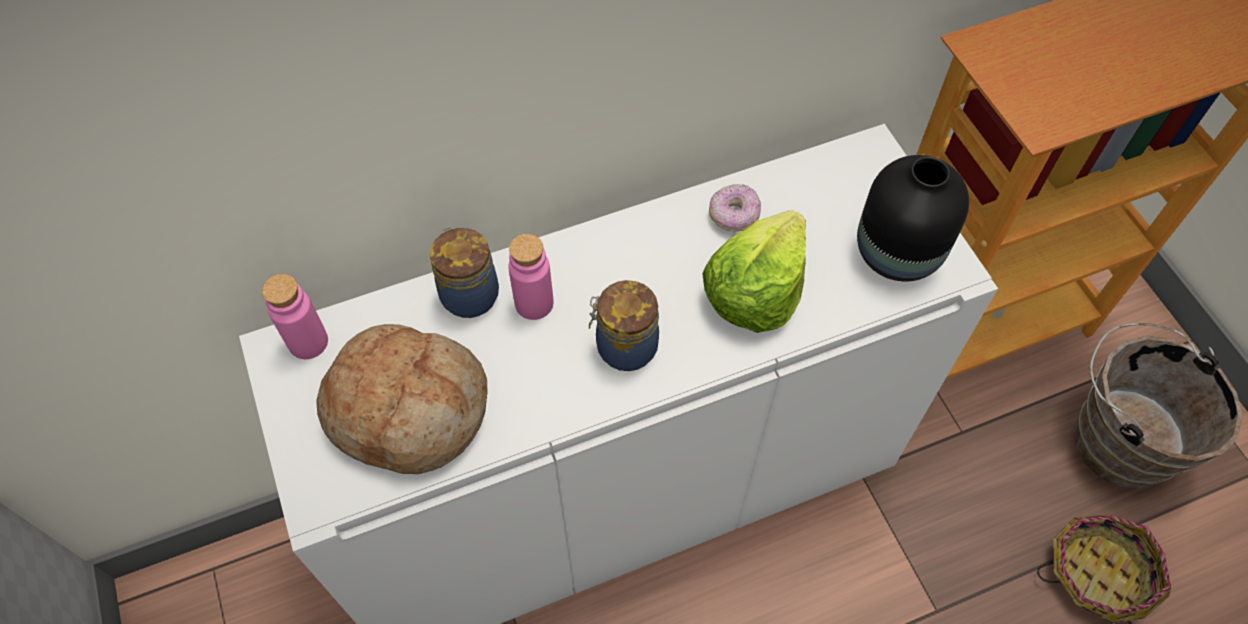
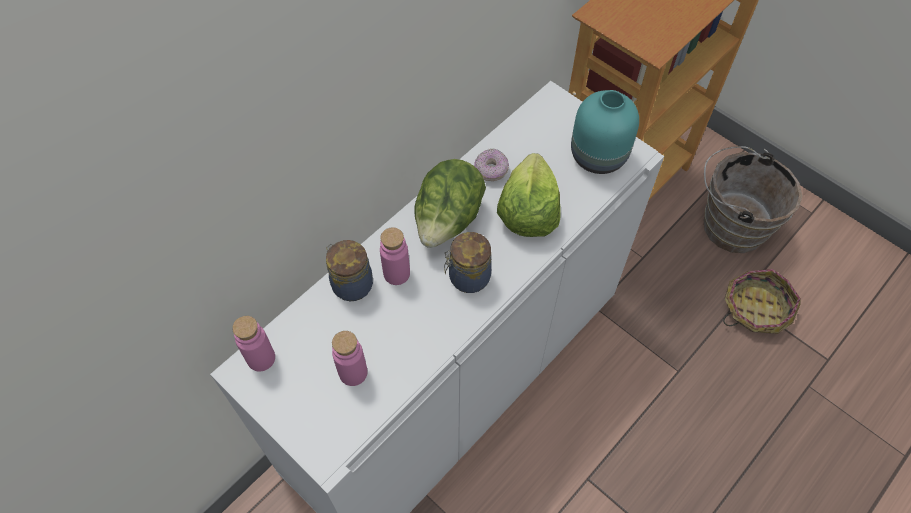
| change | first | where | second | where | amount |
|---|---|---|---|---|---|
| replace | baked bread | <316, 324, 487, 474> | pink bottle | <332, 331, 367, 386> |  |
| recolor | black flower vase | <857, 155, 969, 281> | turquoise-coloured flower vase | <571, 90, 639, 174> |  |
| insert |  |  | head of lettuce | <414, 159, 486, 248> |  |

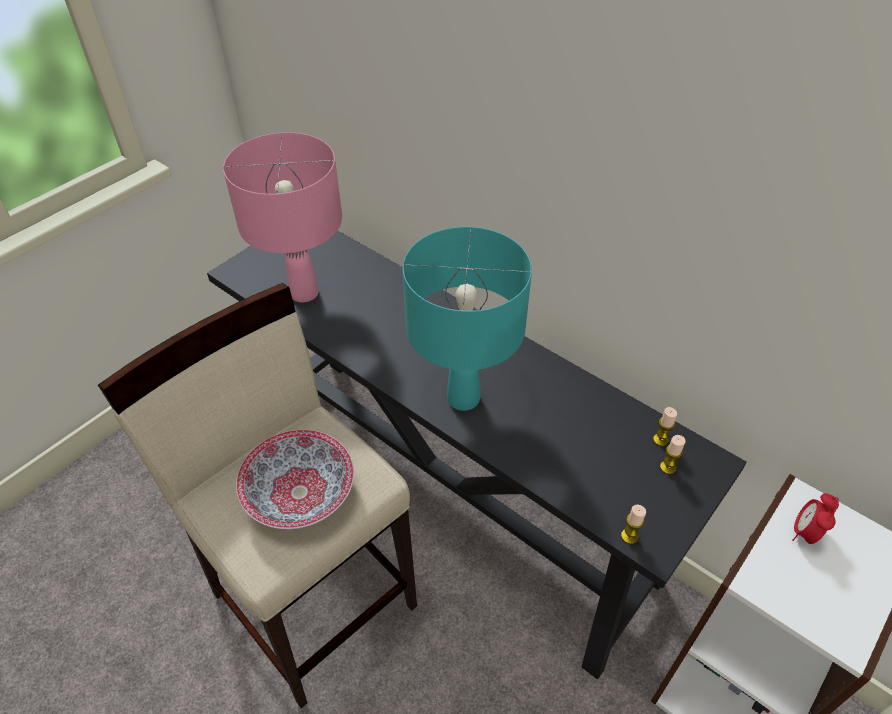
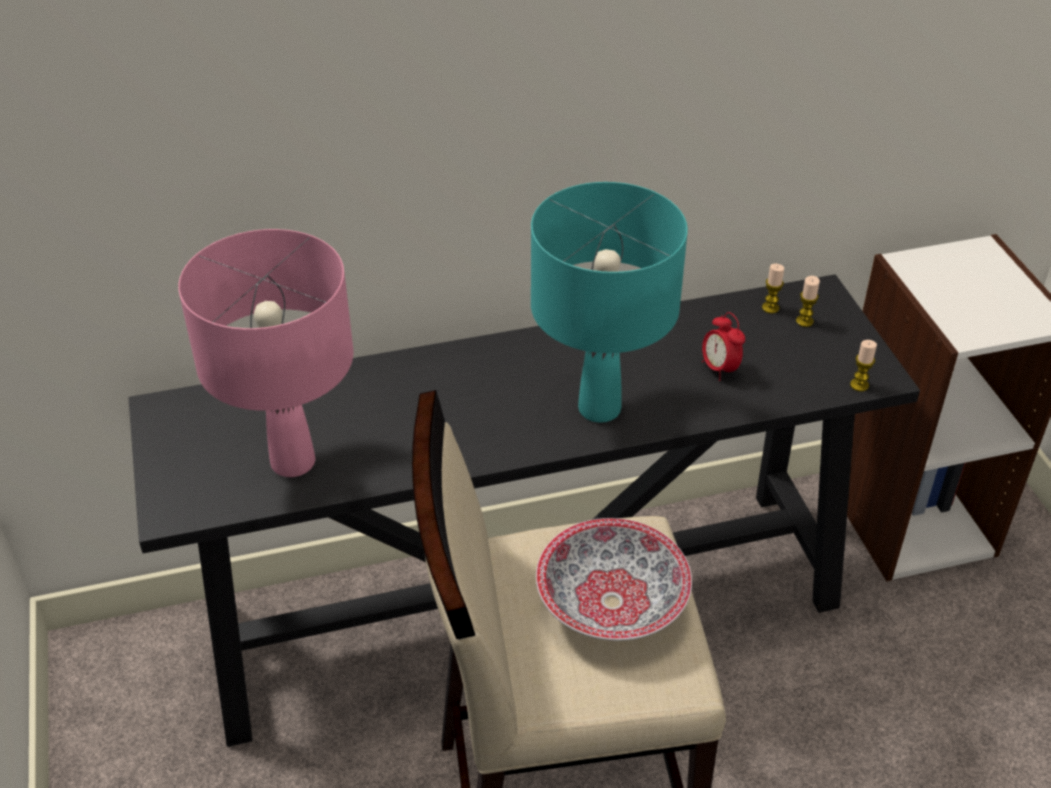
| change | first | where | second | where | amount |
|---|---|---|---|---|---|
| move | bedside clock | <792, 493, 839, 544> |  | <702, 312, 745, 381> |  |

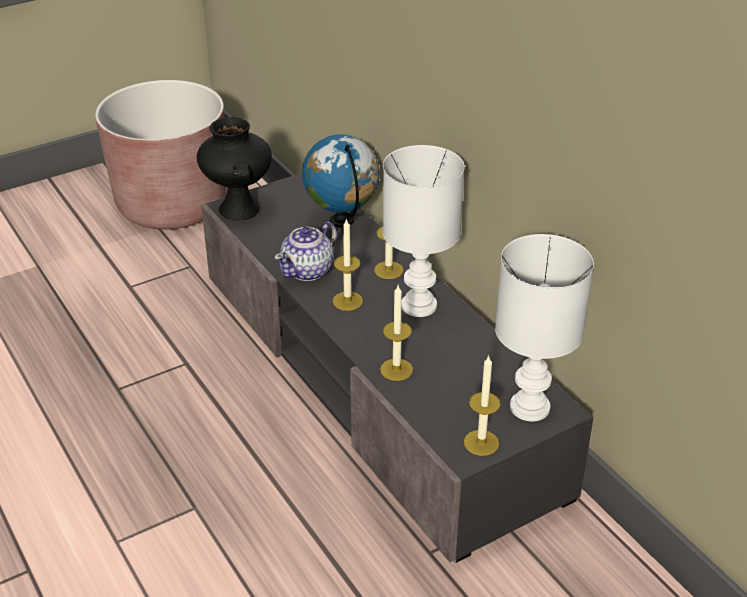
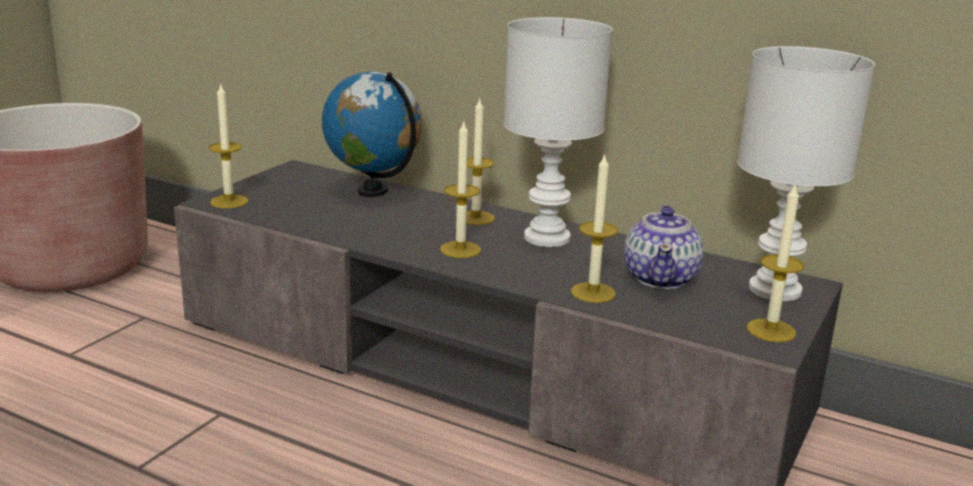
| change | first | where | second | where | amount |
|---|---|---|---|---|---|
| replace | black flower vase | <197, 117, 272, 221> | wax light | <209, 82, 248, 208> |  |
| move | tea pot | <274, 222, 337, 281> |  | <624, 205, 704, 289> |  |

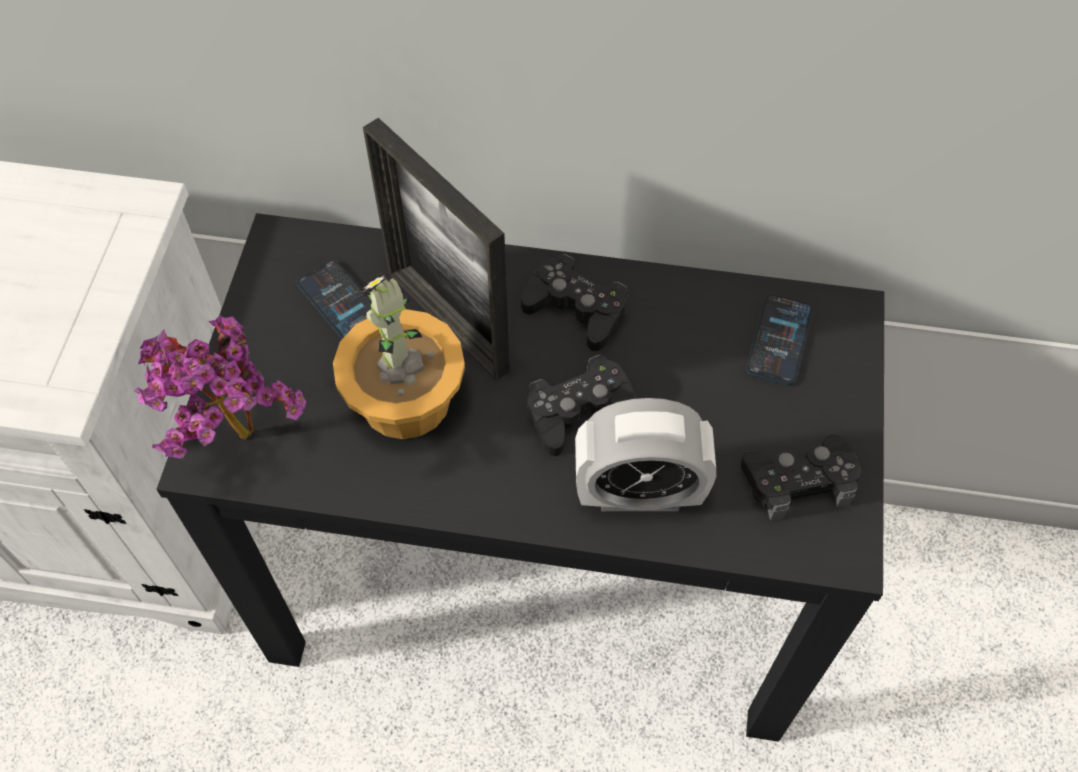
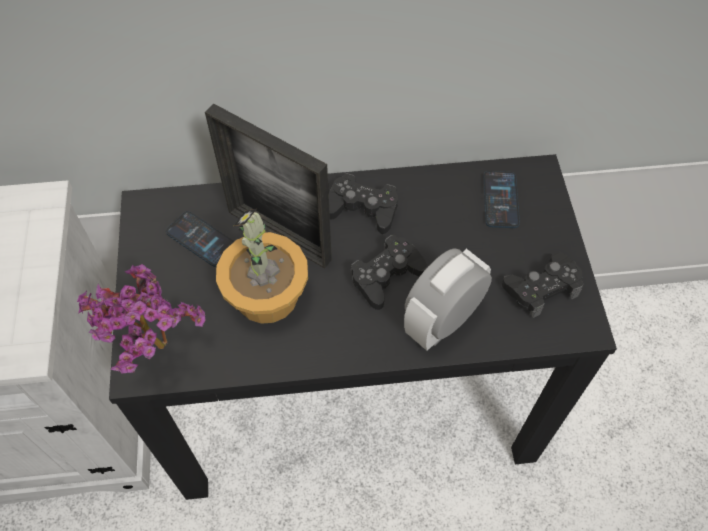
| change | first | where | second | where | amount |
|---|---|---|---|---|---|
| rotate | bedside clock | <575, 398, 716, 511> |  | <404, 249, 492, 351> | 150 degrees clockwise |

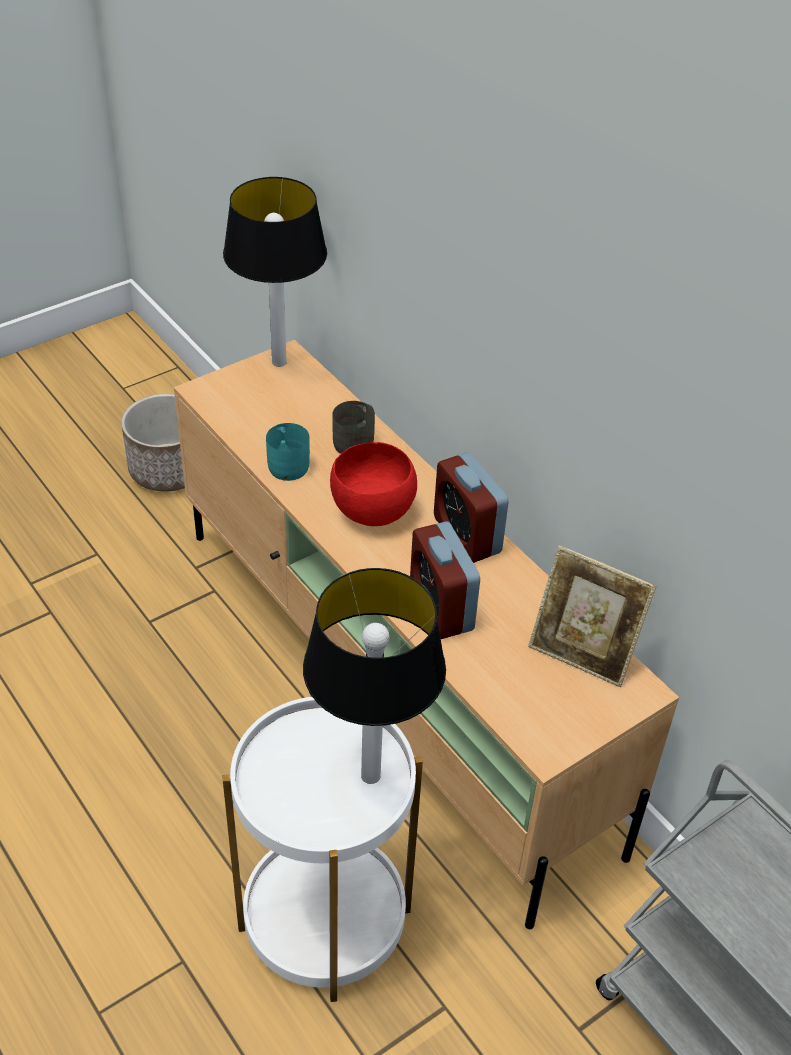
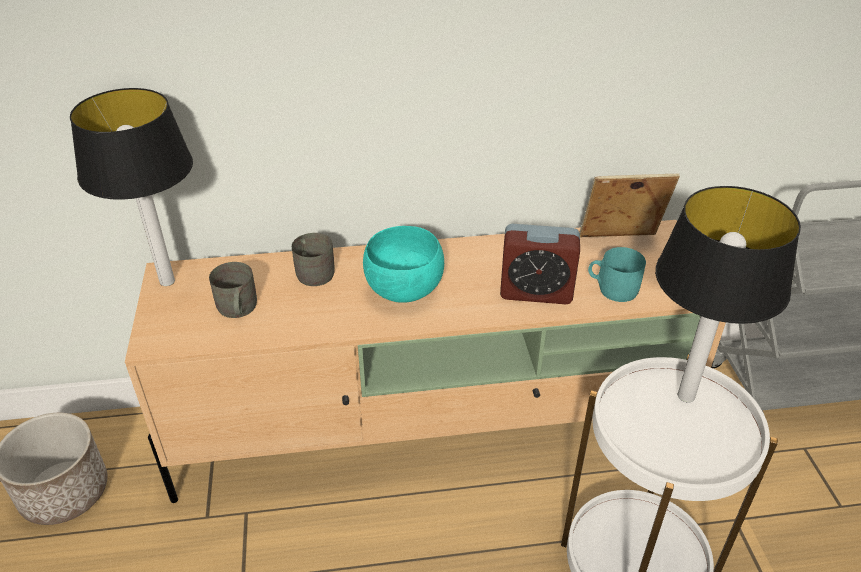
| change | first | where | second | where | amount |
|---|---|---|---|---|---|
| move | turquoise-coloured mug | <266, 423, 310, 481> |  | <588, 247, 646, 302> |  |
| recolor | red-coloured deep dish | <330, 442, 417, 526> | turquoise-coloured deep dish | <363, 226, 444, 303> |  |
| delete | bedside clock | <434, 452, 509, 563> |  |  |  |
| rotate | photo frame | <528, 545, 656, 687> |  | <579, 173, 680, 237> | 150 degrees counterclockwise |
| insert |  |  | greyish mug | <209, 262, 257, 318> |  |

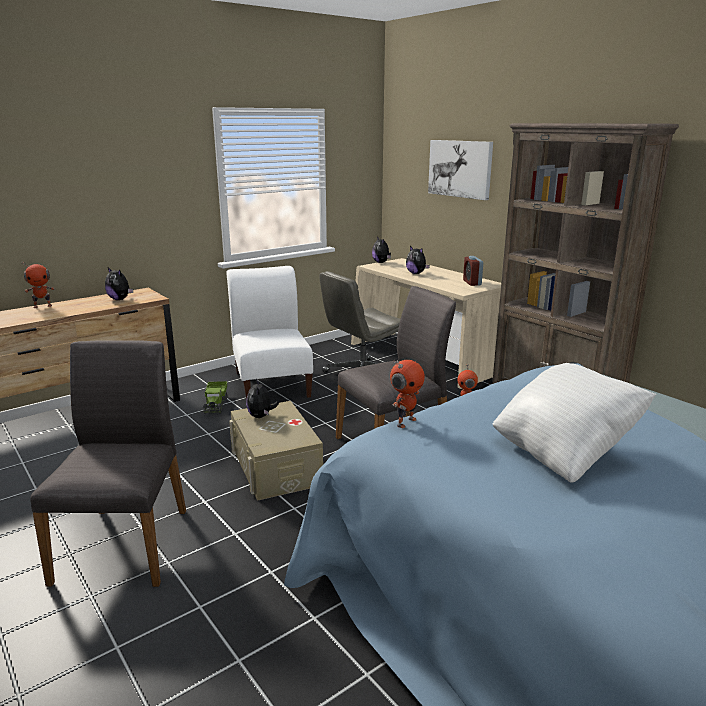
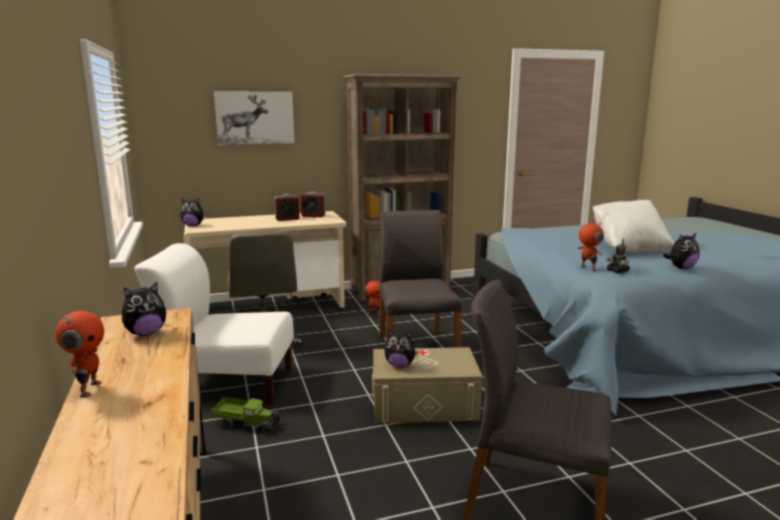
| change | first | where | second | where | amount |
|---|---|---|---|---|---|
| move | plush toy | <406, 246, 430, 274> |  | <663, 232, 699, 269> |  |
| insert |  |  | bedside clock | <274, 194, 300, 221> |  |
| insert |  |  | toy robot | <607, 239, 630, 274> |  |

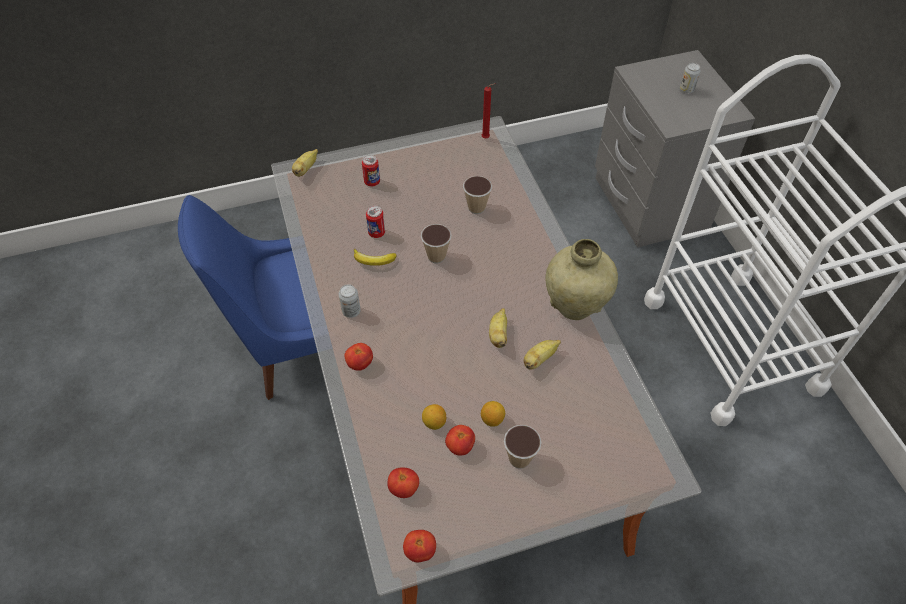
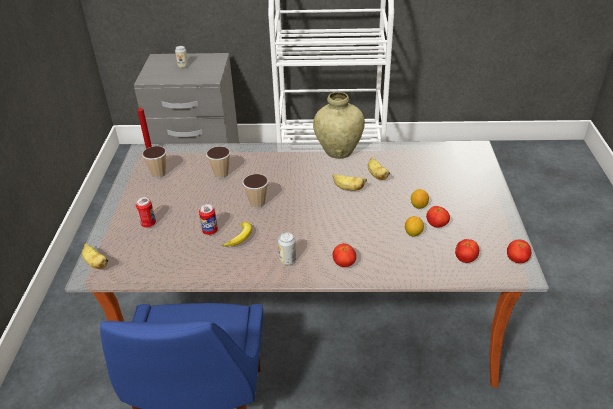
| change | first | where | second | where | amount |
|---|---|---|---|---|---|
| move | cup | <504, 425, 542, 469> |  | <142, 146, 166, 178> |  |

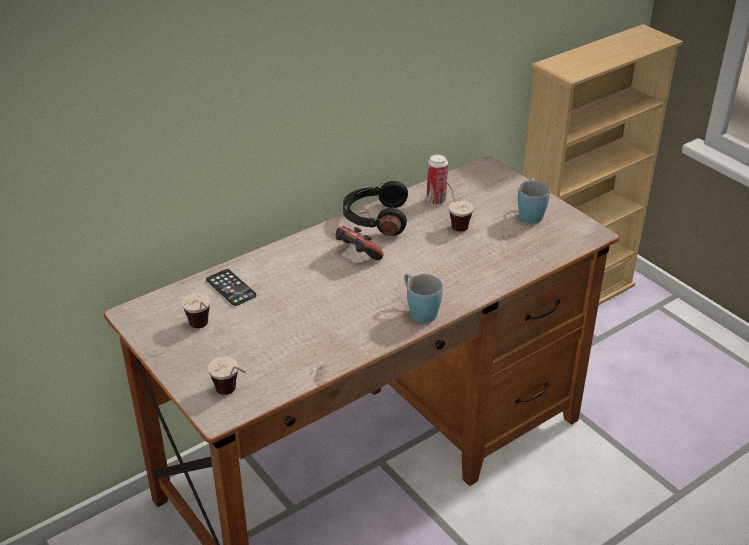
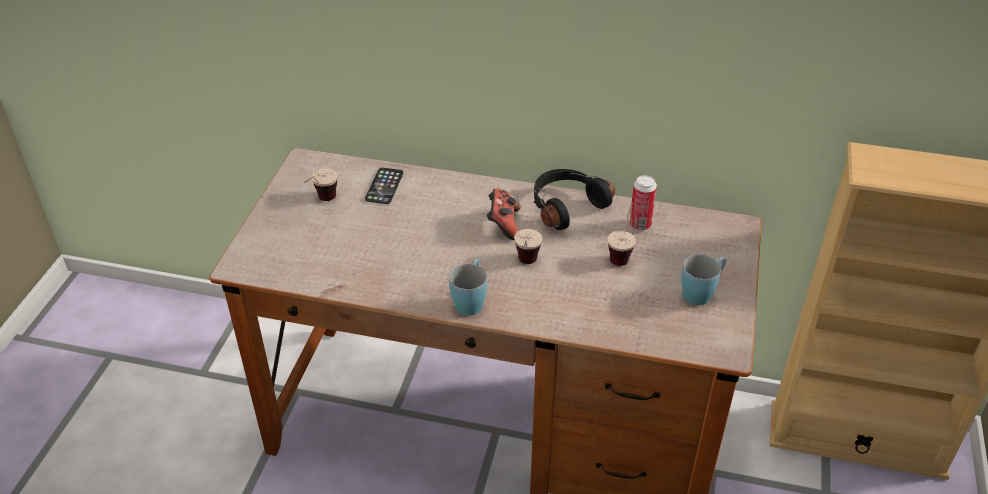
| change | first | where | second | where | amount |
|---|---|---|---|---|---|
| move | cup | <208, 357, 246, 395> |  | <514, 229, 542, 264> |  |

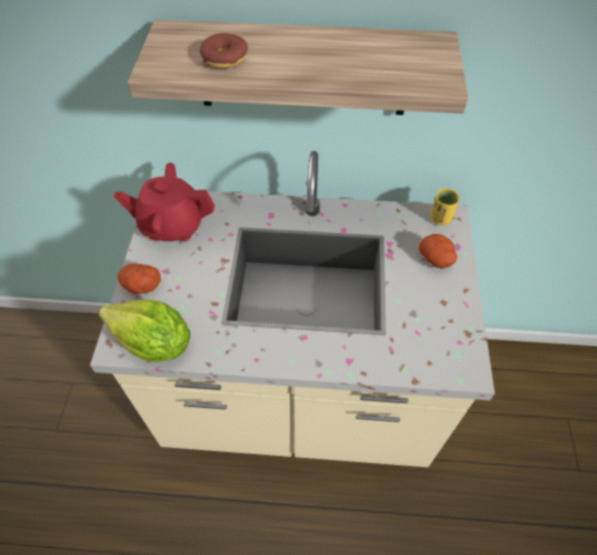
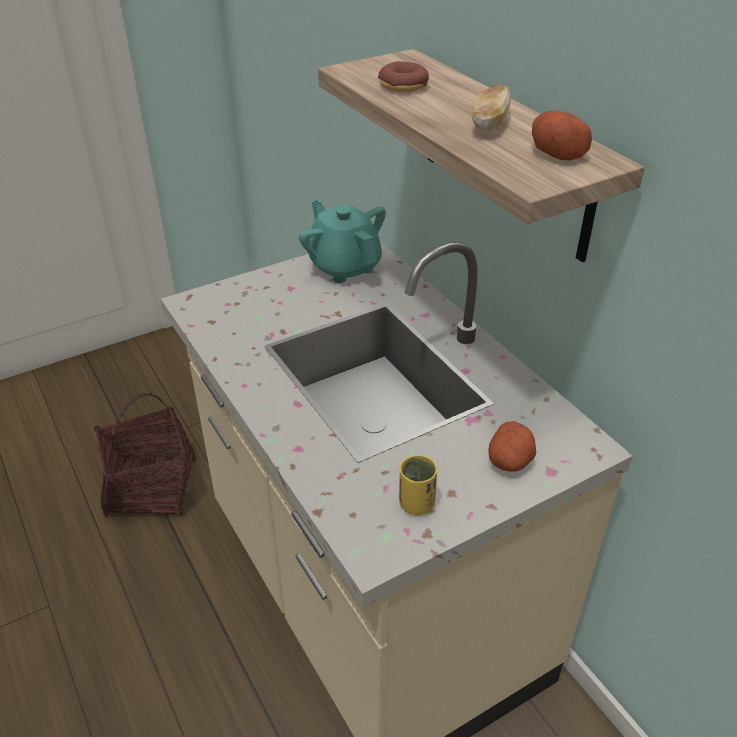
| change | first | where | second | where | amount |
|---|---|---|---|---|---|
| delete | head of lettuce | <99, 300, 191, 362> |  |  |  |
| recolor | red-coloured tea pot | <114, 163, 215, 242> | turquoise-coloured tea pot | <299, 200, 386, 283> |  |
| move | whole potato | <117, 264, 161, 294> |  | <532, 110, 592, 160> |  |
| move | yellow-coloured cup | <430, 189, 460, 225> |  | <399, 455, 437, 515> |  |
| insert |  |  | storage basket | <94, 393, 196, 518> |  |
| insert |  |  | baked bread | <472, 84, 511, 131> |  |

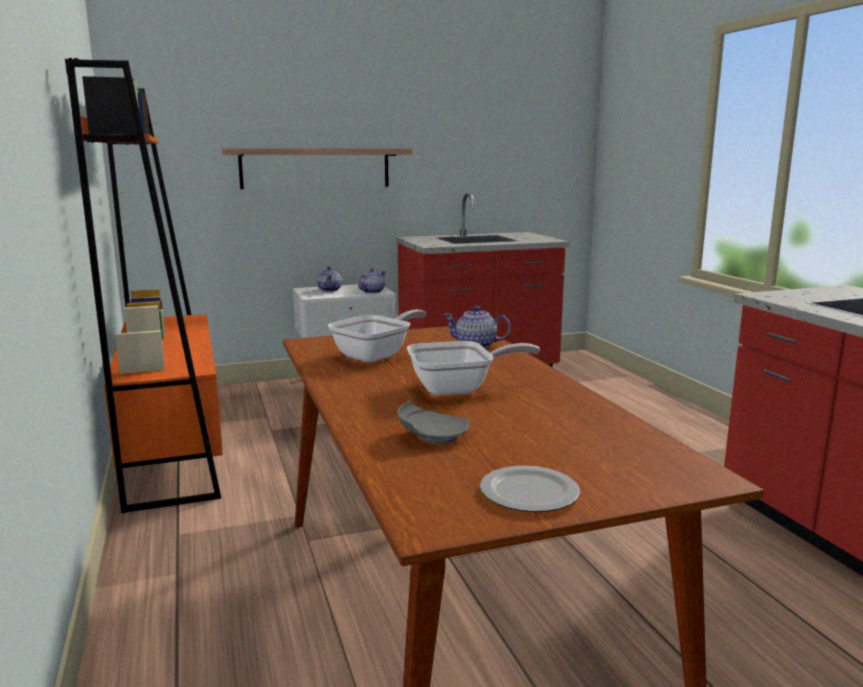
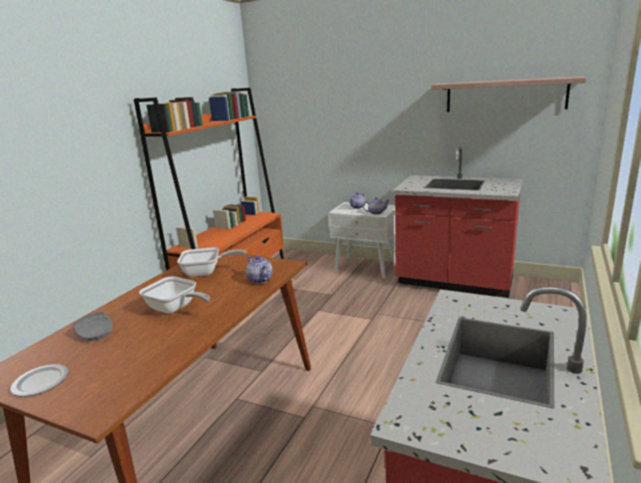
| change | first | where | second | where | amount |
|---|---|---|---|---|---|
| move | bracket shelf | <222, 148, 413, 189> |  | <431, 76, 586, 112> |  |

